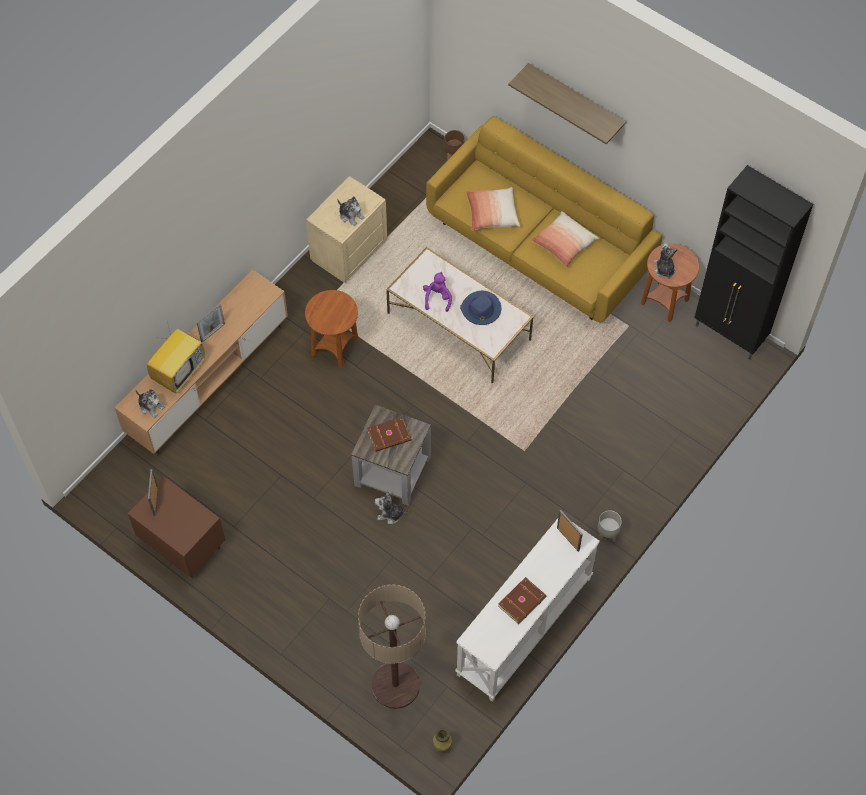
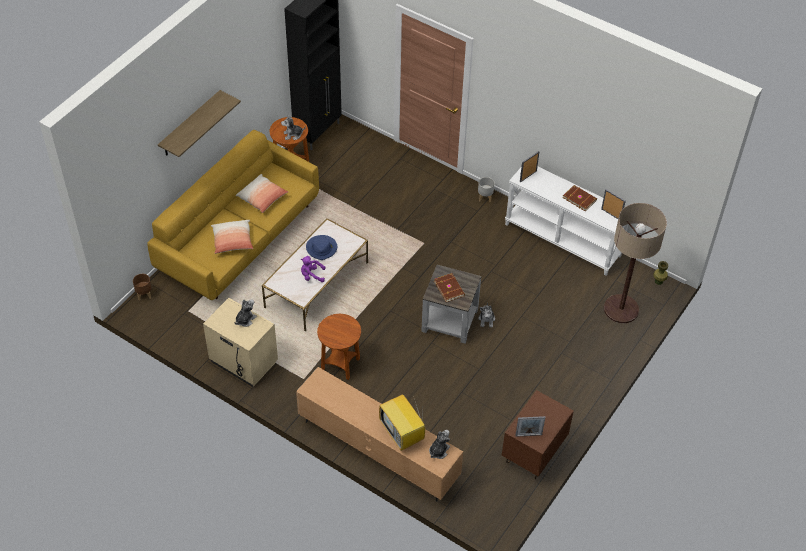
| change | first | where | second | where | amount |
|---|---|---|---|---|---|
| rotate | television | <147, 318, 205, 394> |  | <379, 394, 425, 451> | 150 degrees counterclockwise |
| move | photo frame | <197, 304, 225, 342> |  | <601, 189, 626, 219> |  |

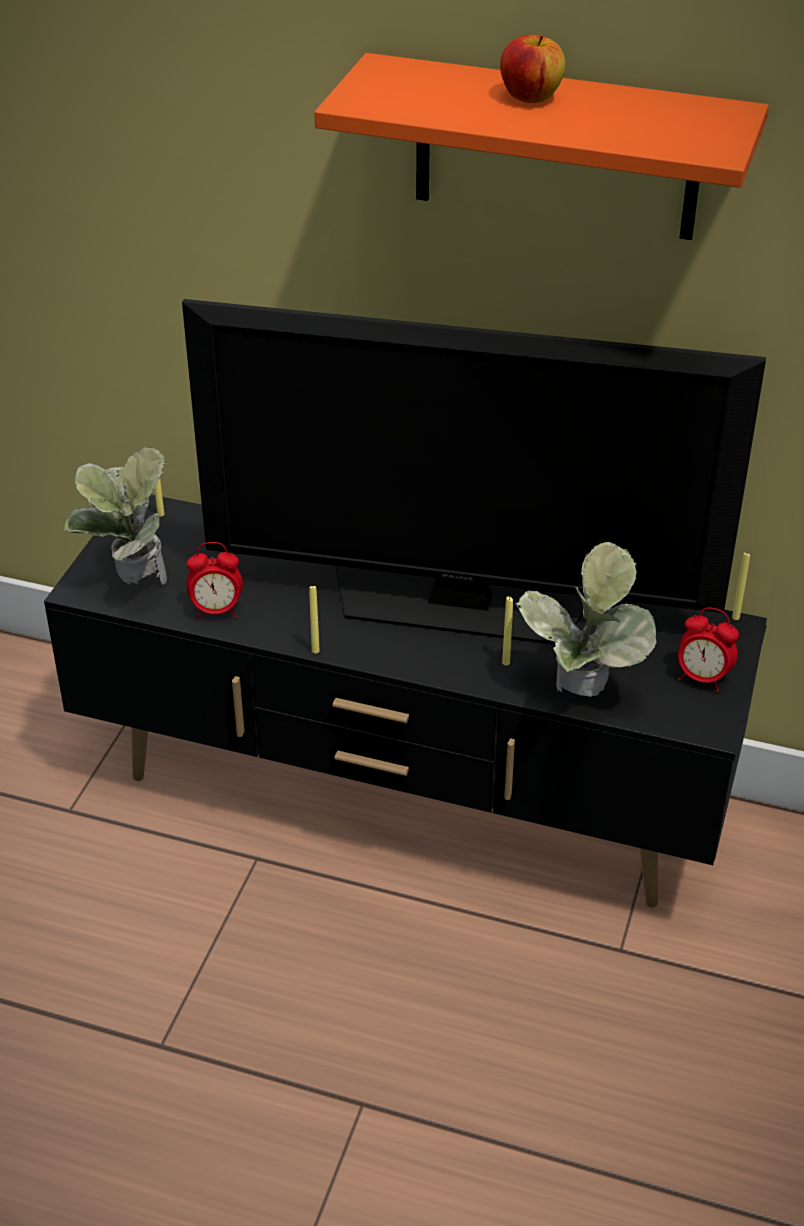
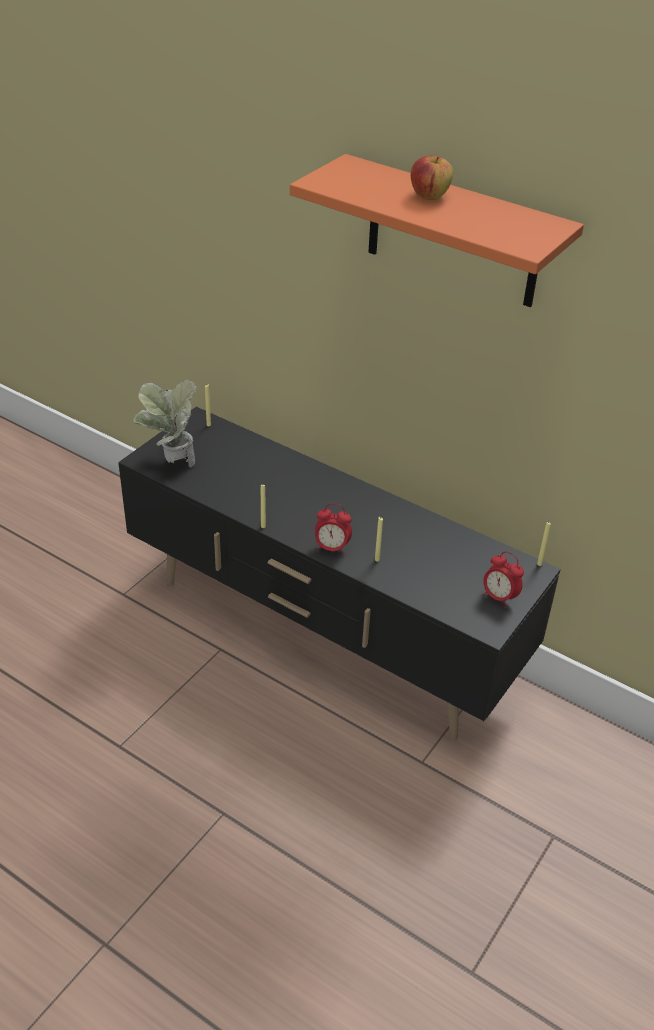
| change | first | where | second | where | amount |
|---|---|---|---|---|---|
| delete | television | <182, 299, 766, 645> |  |  |  |
| move | bedside clock | <186, 542, 243, 620> |  | <315, 503, 352, 556> |  |
| delete | plant in a pot | <516, 542, 656, 697> |  |  |  |

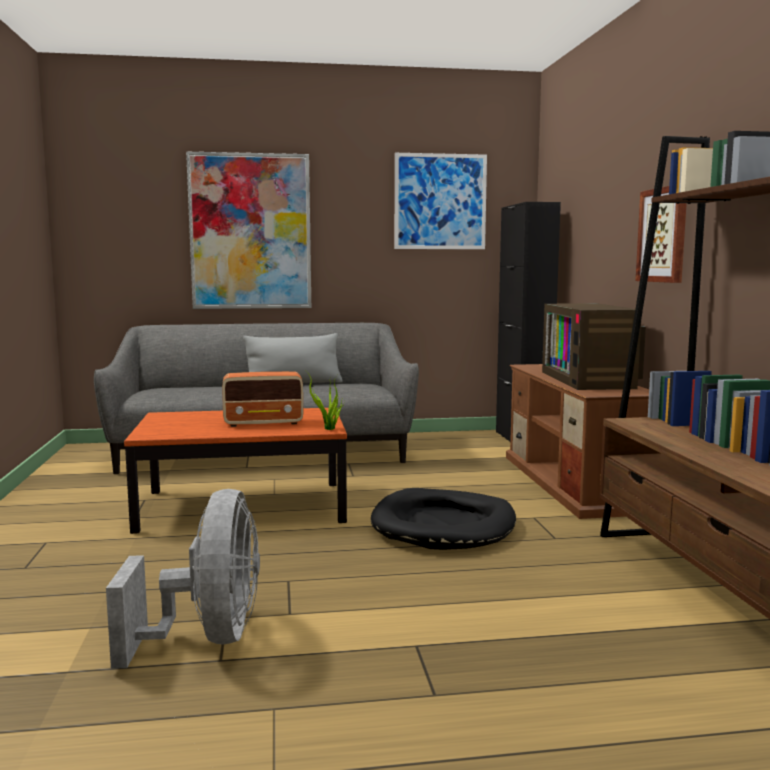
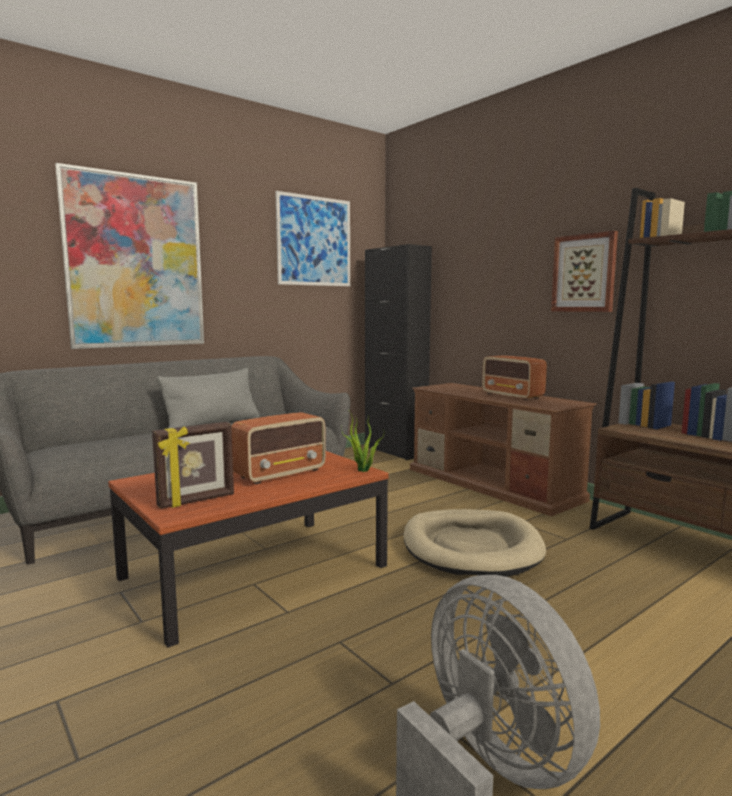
| change | first | where | second | where | amount |
|---|---|---|---|---|---|
| recolor | black dog cushion | <371, 488, 516, 550> | beige dog cushion | <404, 509, 546, 577> |  |
| replace | television | <542, 303, 646, 390> | radio set | <482, 356, 547, 400> |  |
| insert |  |  | photo frame | <152, 422, 234, 509> |  |

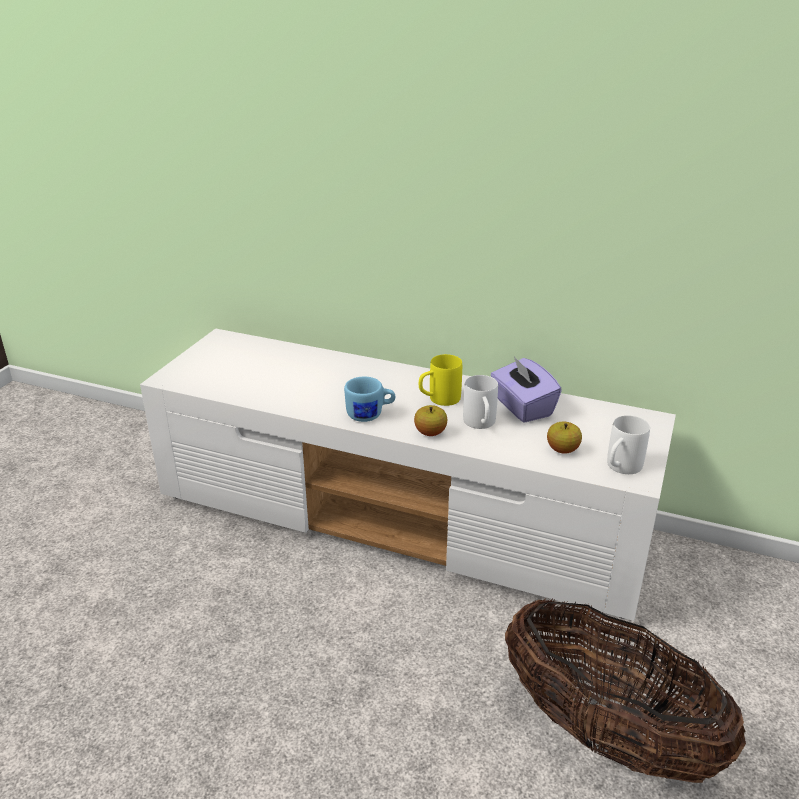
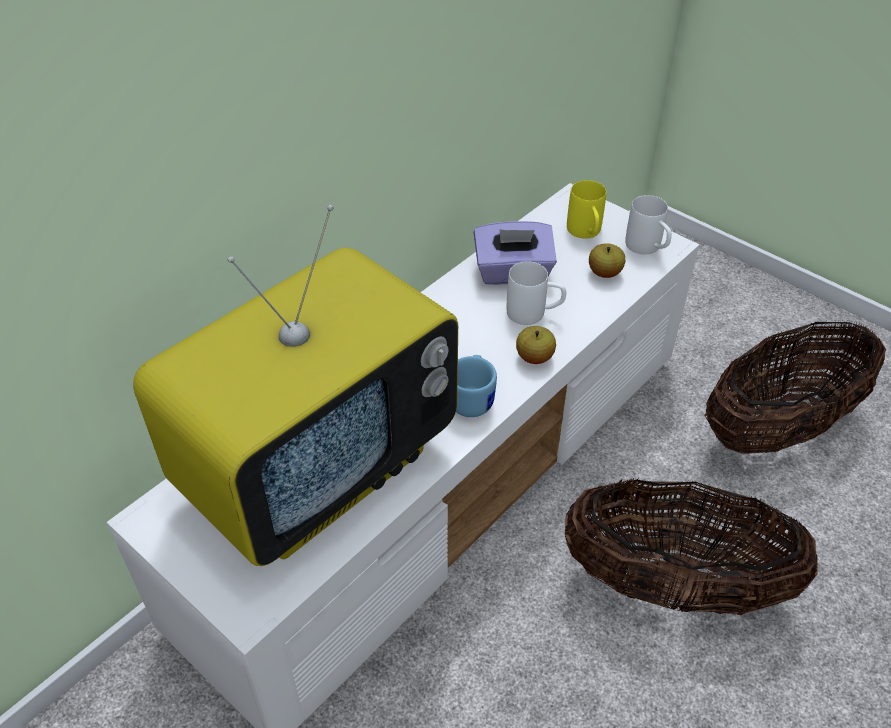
| change | first | where | second | where | amount |
|---|---|---|---|---|---|
| move | yellow-coloured mug | <419, 354, 462, 406> |  | <567, 180, 606, 239> |  |
| insert |  |  | television | <133, 205, 458, 566> |  |
| insert |  |  | storage basket | <565, 477, 818, 615> |  |

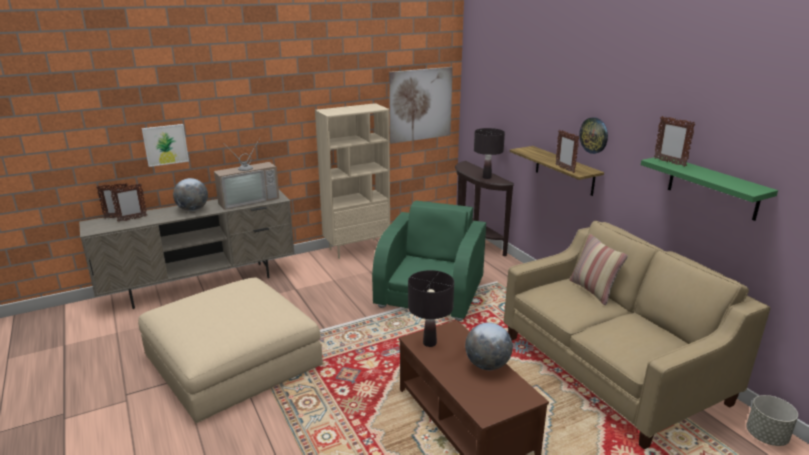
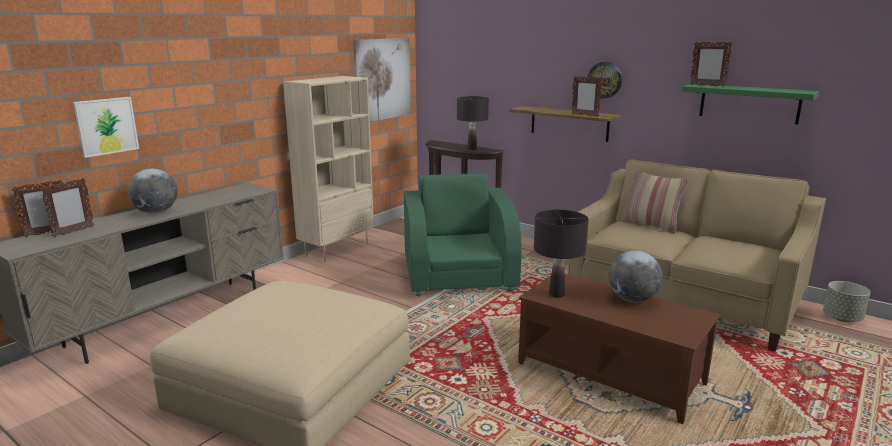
| change | first | where | second | where | amount |
|---|---|---|---|---|---|
| delete | television | <214, 140, 279, 210> |  |  |  |

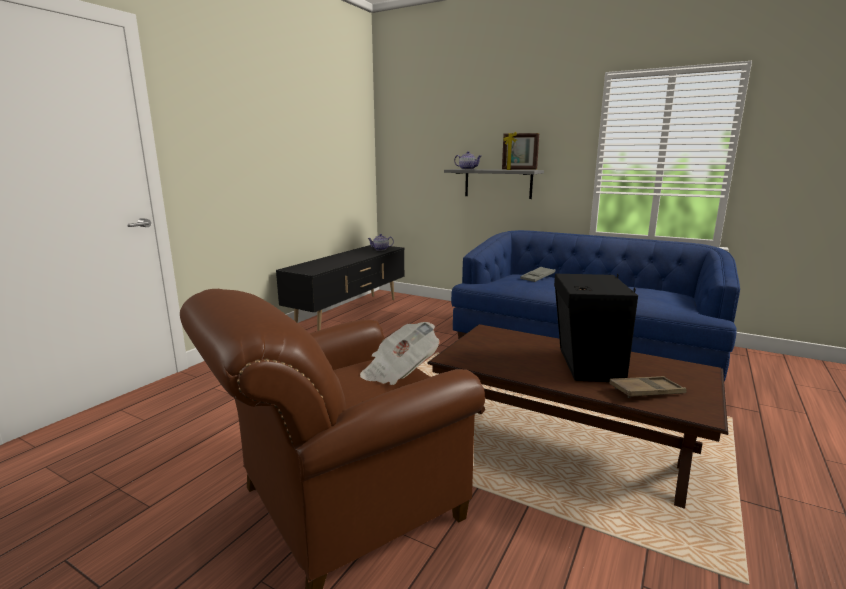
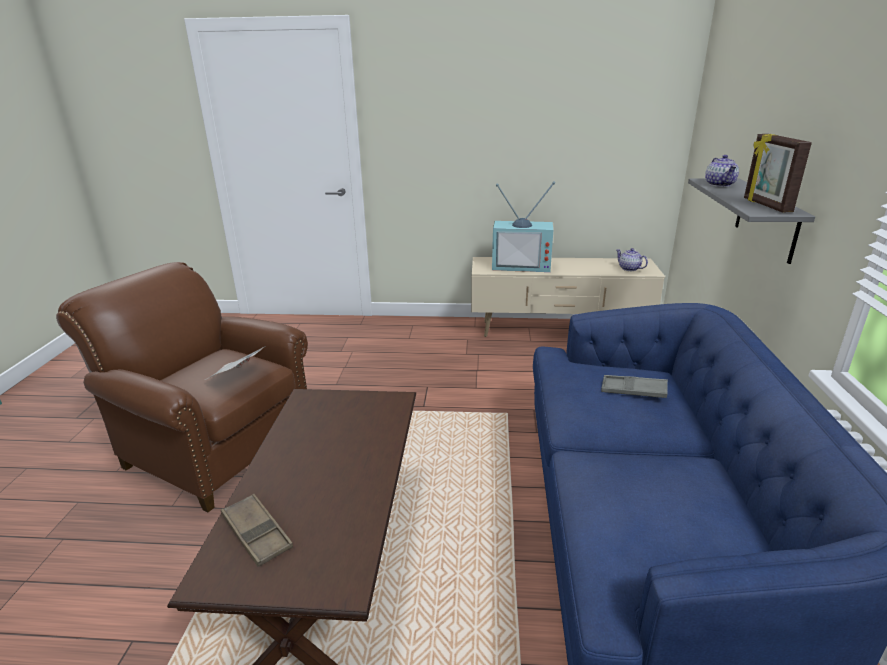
| change | first | where | second | where | amount |
|---|---|---|---|---|---|
| recolor | black tv unit | <276, 245, 404, 331> | beige tv unit | <471, 257, 665, 337> |  |
| delete | black loudspeaker | <554, 274, 638, 382> |  |  |  |
| insert |  |  | television | <492, 181, 555, 272> |  |

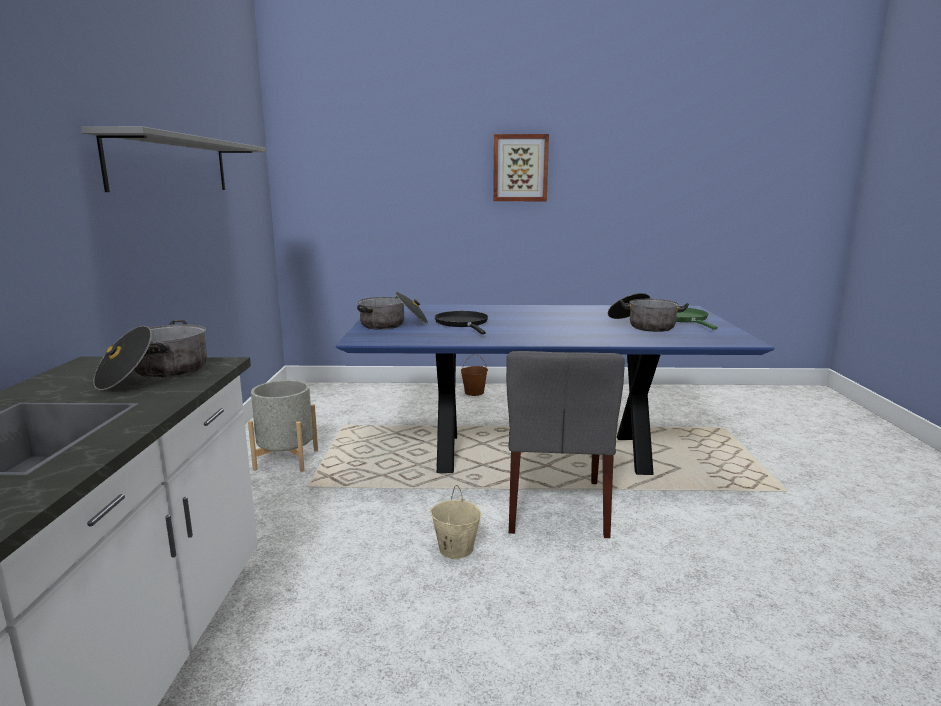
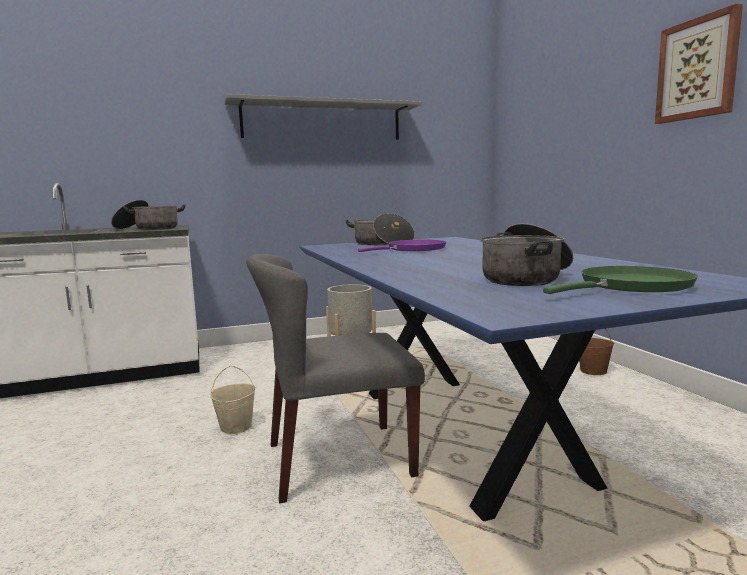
| change | first | where | second | where | amount |
|---|---|---|---|---|---|
| recolor | black frying pan | <434, 311, 488, 334> | purplish frying pan | <358, 240, 446, 252> |  |

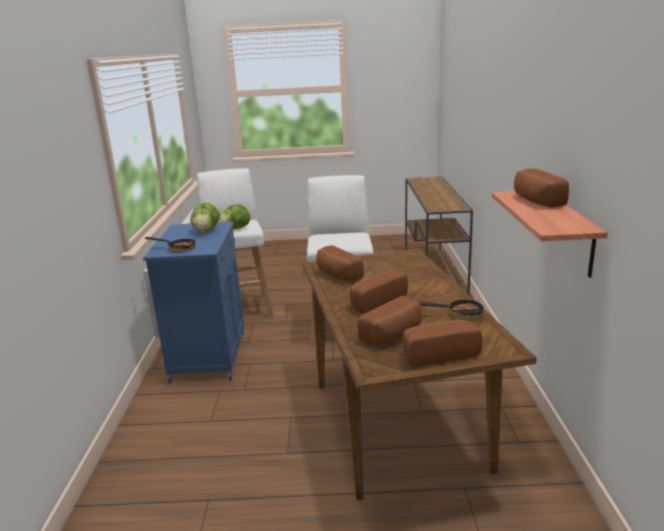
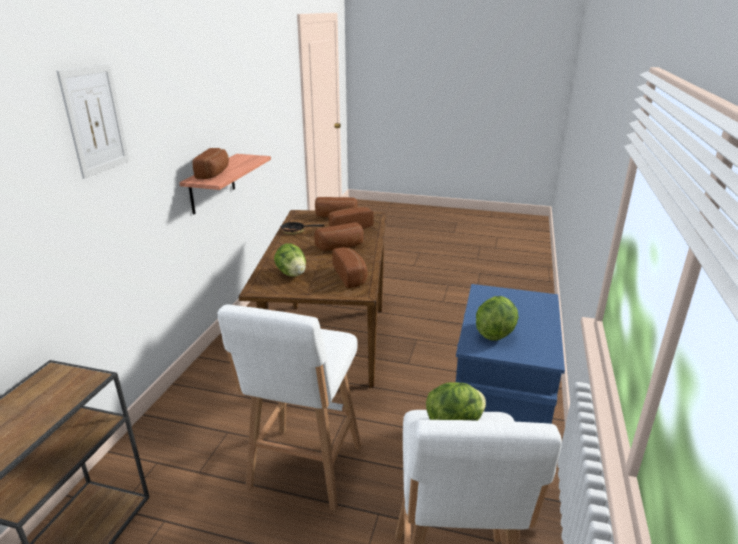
| change | first | where | second | where | amount |
|---|---|---|---|---|---|
| delete | frying pan | <145, 237, 196, 252> |  |  |  |
| insert |  |  | wall picture | <56, 64, 129, 179> |  |
| insert |  |  | head of lettuce | <274, 243, 306, 277> |  |

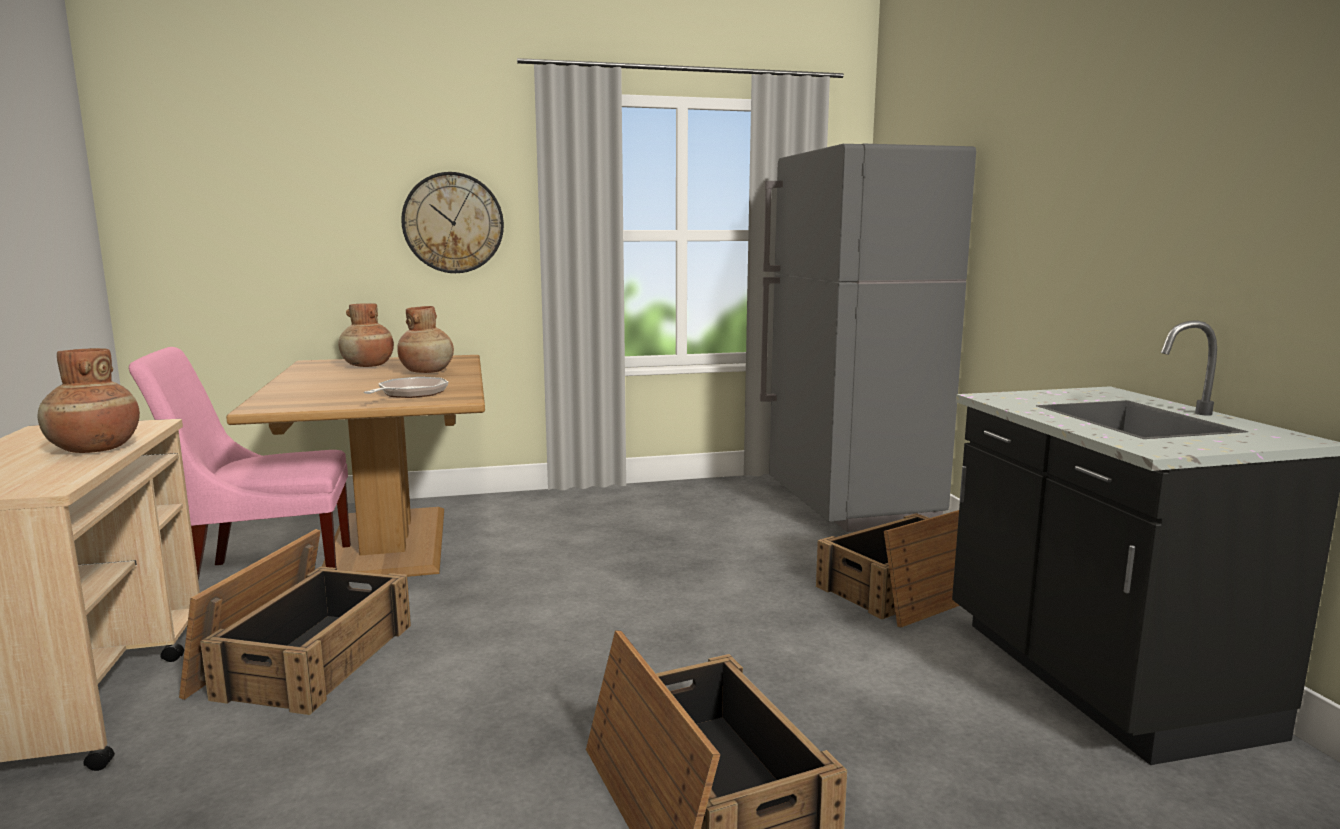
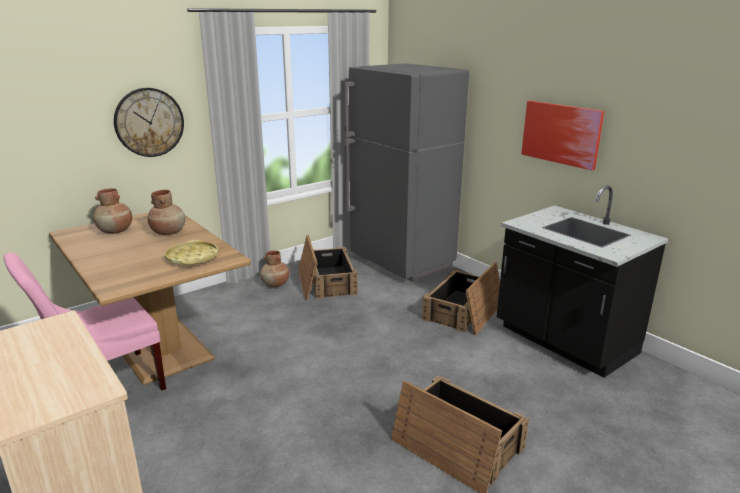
| change | first | where | second | where | amount |
|---|---|---|---|---|---|
| move | brown-coloured flower vase | <38, 348, 140, 453> |  | <260, 250, 289, 287> |  |
| move | crate | <179, 529, 411, 715> |  | <298, 235, 358, 300> |  |
| replace | frying pan | <364, 377, 448, 398> | yellow-coloured tray | <165, 240, 218, 265> |  |
| insert |  |  | wall picture | <521, 101, 604, 171> |  |

